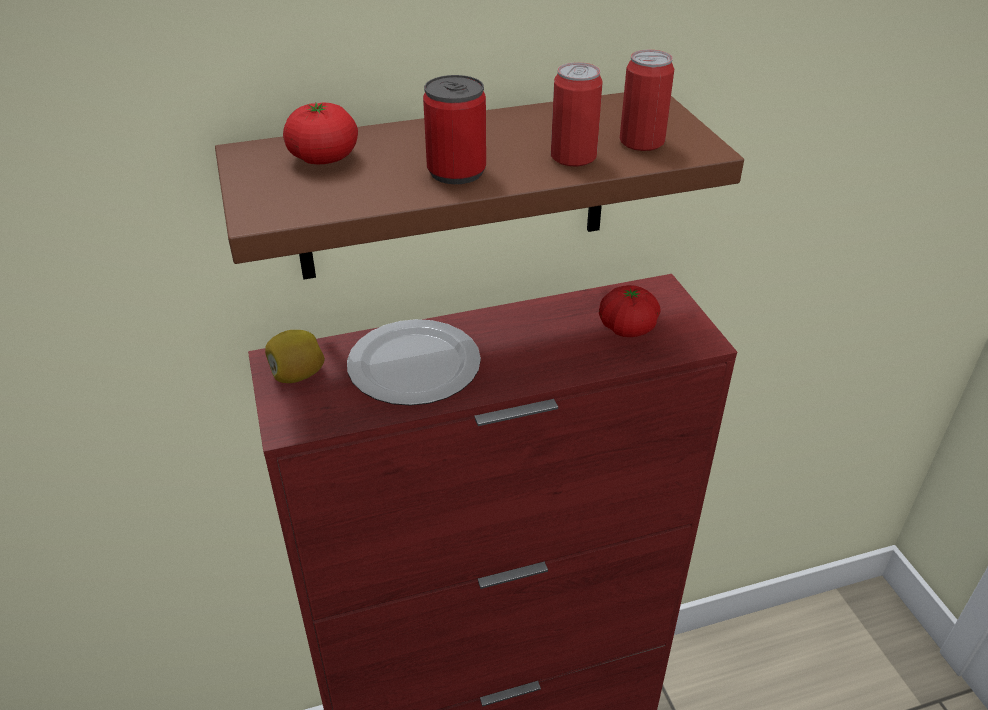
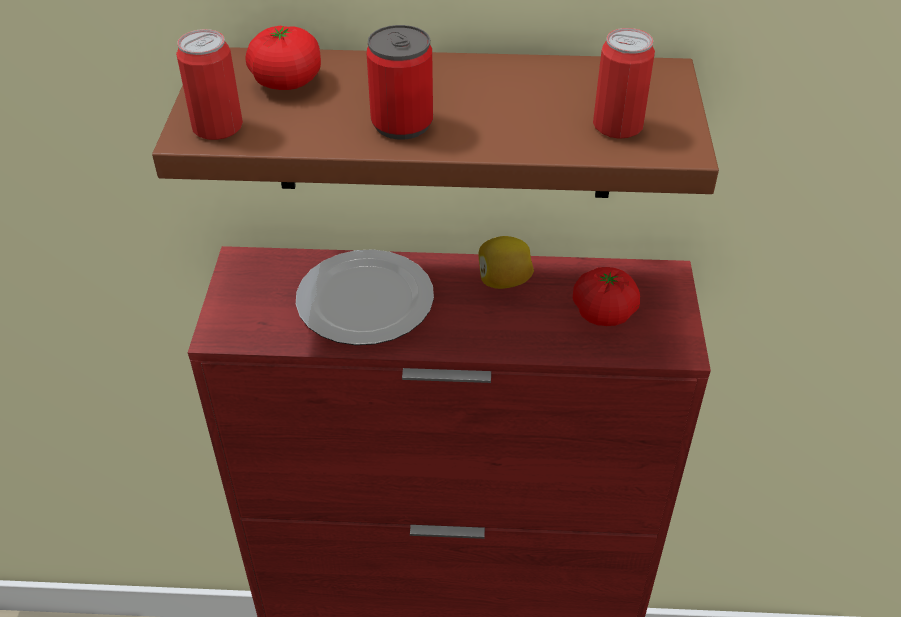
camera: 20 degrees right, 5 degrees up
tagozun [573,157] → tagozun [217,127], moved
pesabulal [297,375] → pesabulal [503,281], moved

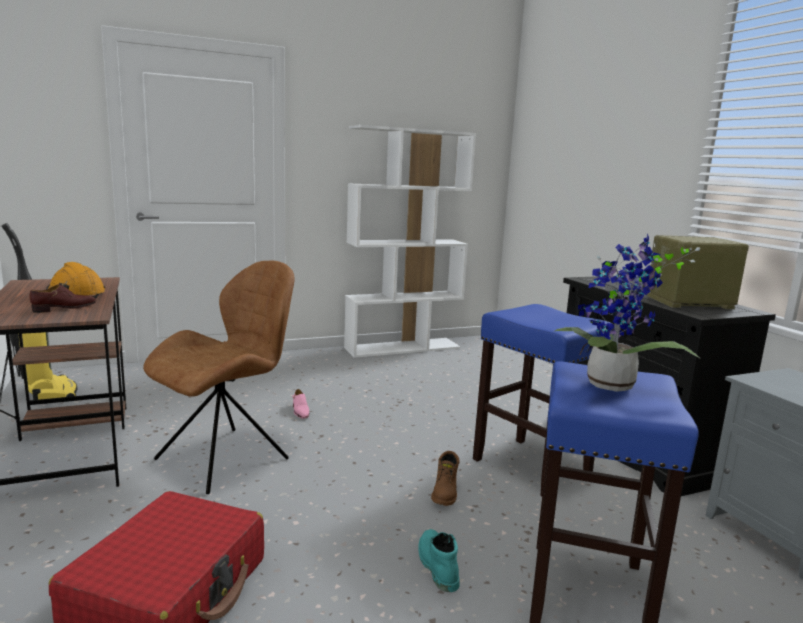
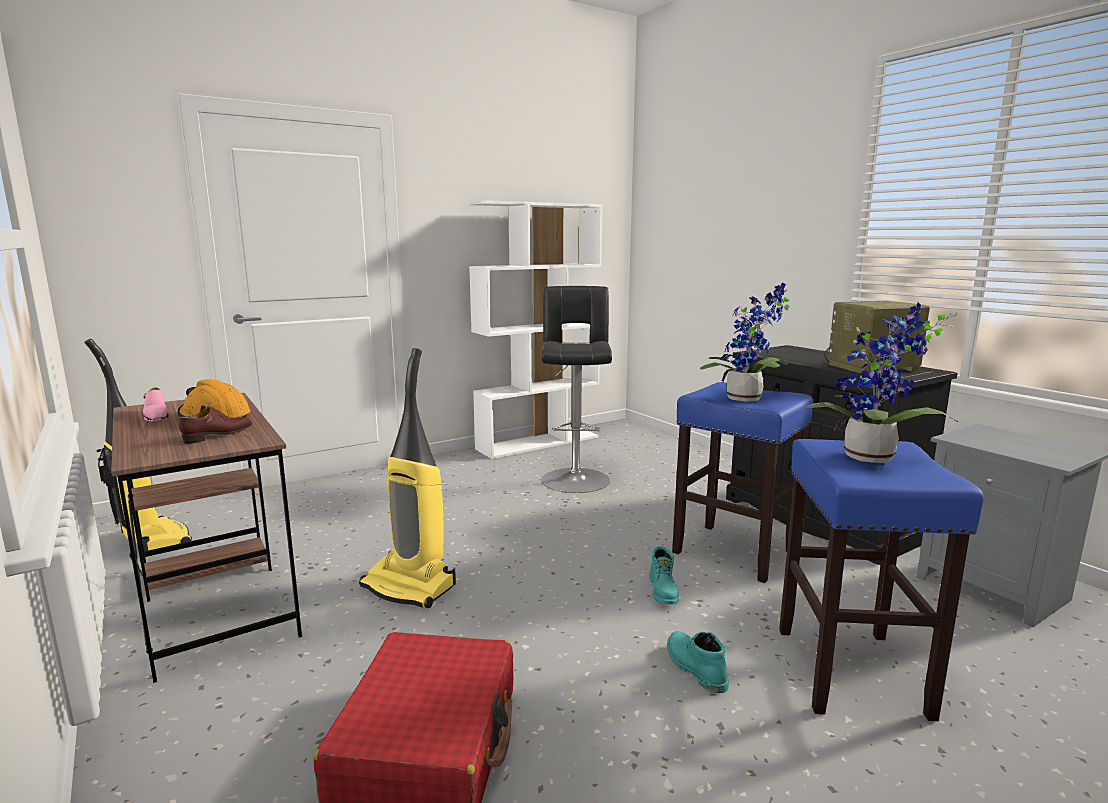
camera: 10 degrees left, 0 degrees up
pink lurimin [300,411] → pink lurimin [156,416], moved
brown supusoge [226,457] → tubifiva [410,586]
- → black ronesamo [575,478]
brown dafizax [445,492] → turquoise dafizax [663,591]
- → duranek [747,399]

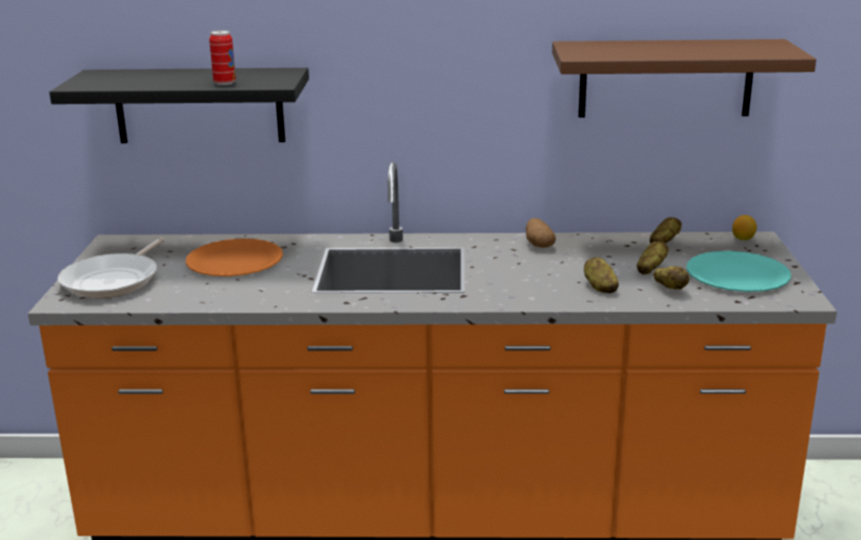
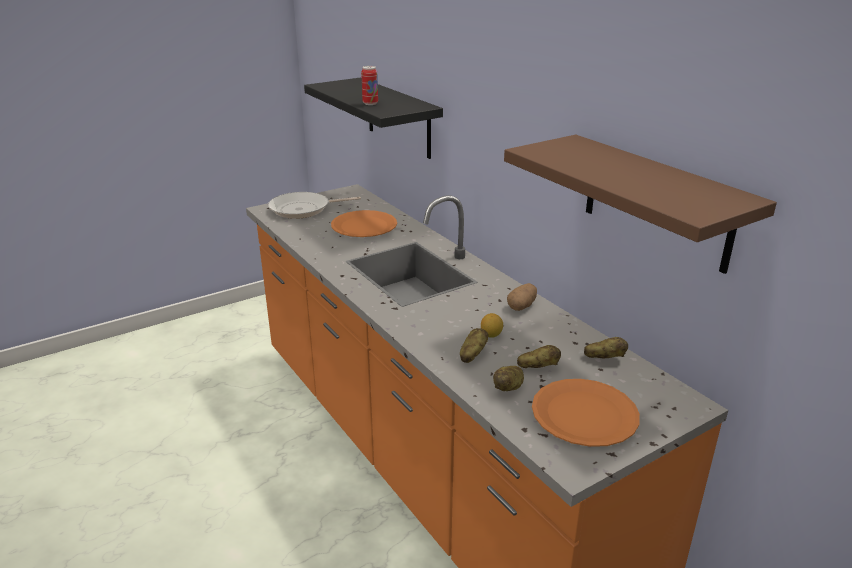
camera: 55 degrees right, 5 degrees up
pesabulal [743,239] → pesabulal [491,335], moved
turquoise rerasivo [737,275] → orange rerasivo [584,415]

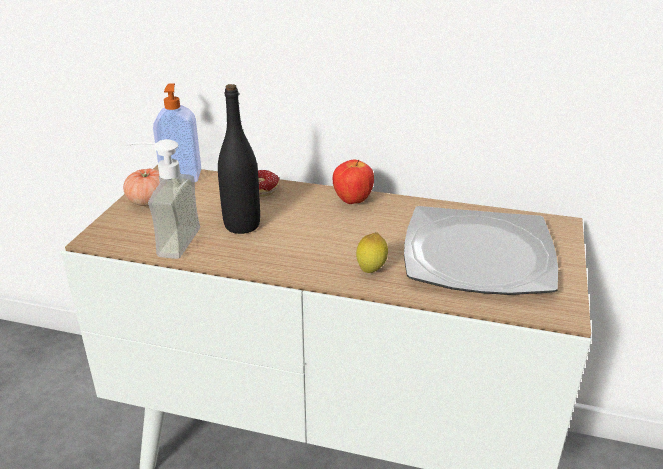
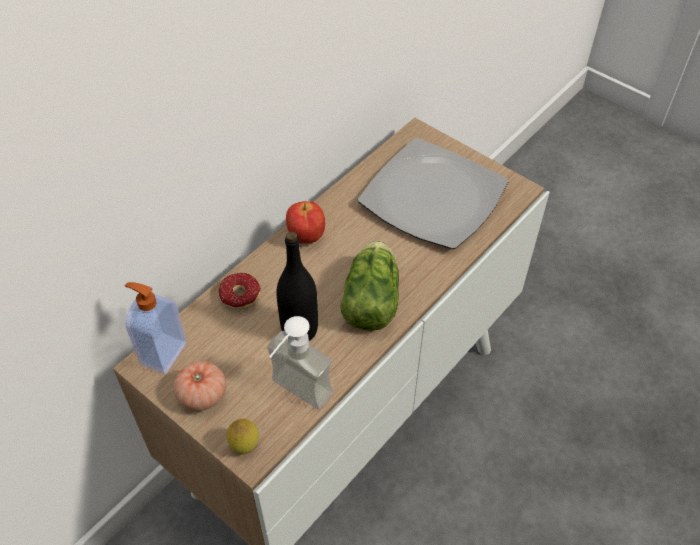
camera: 65 degrees left, 20 degrees up
pesabulal [371,271] → pesabulal [245,446], moved
- → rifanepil [372,297]

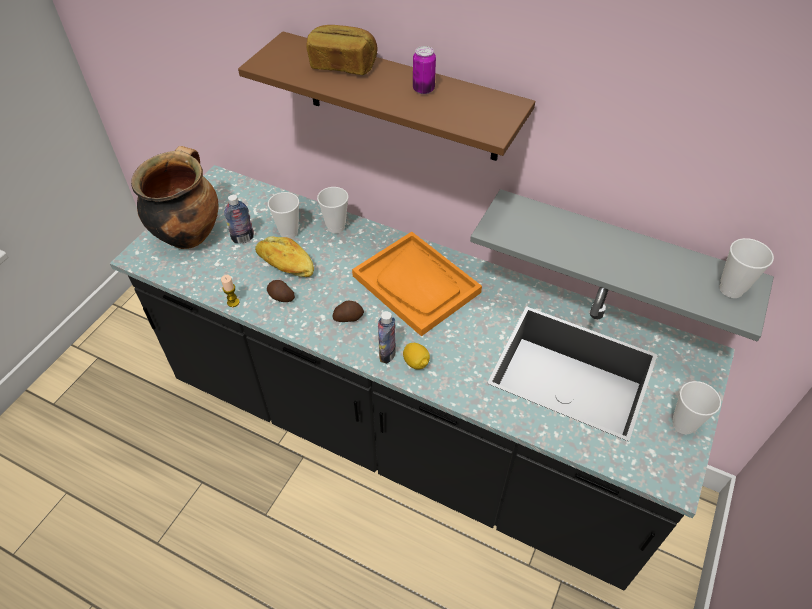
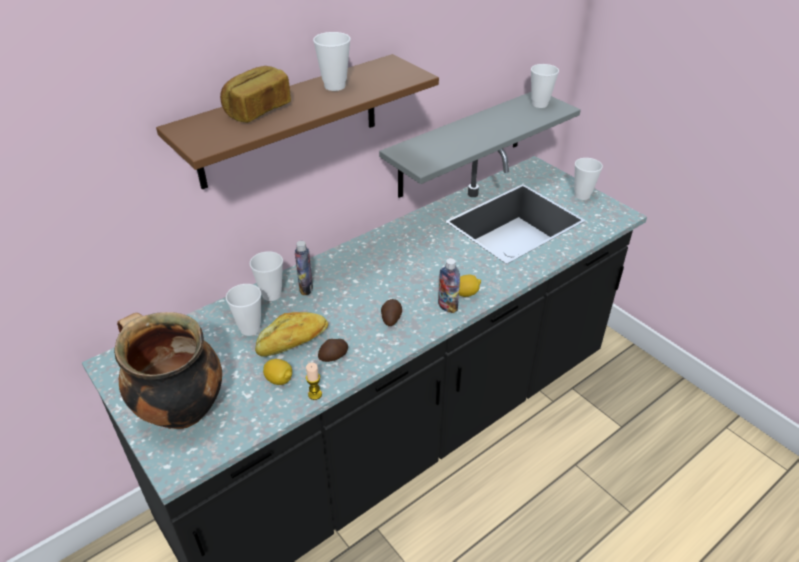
camera: 65 degrees left, 10 degrees down
- → pesabulal [279,380]
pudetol [243,238] → pudetol [306,288], moved
tagozun [423,89] → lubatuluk [335,86]
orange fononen [416,284] → -

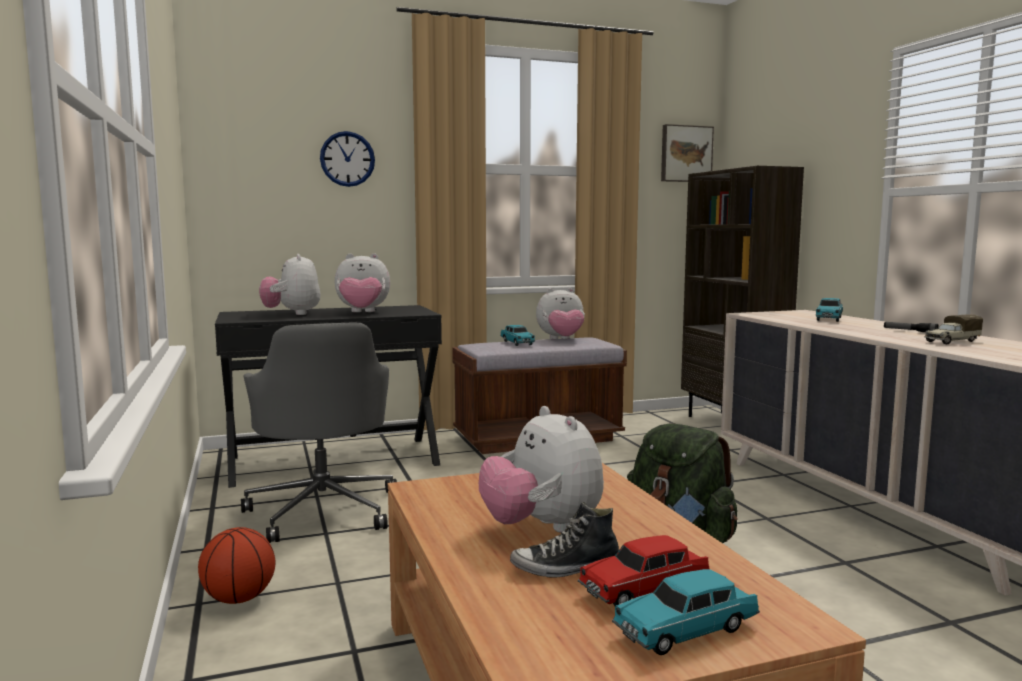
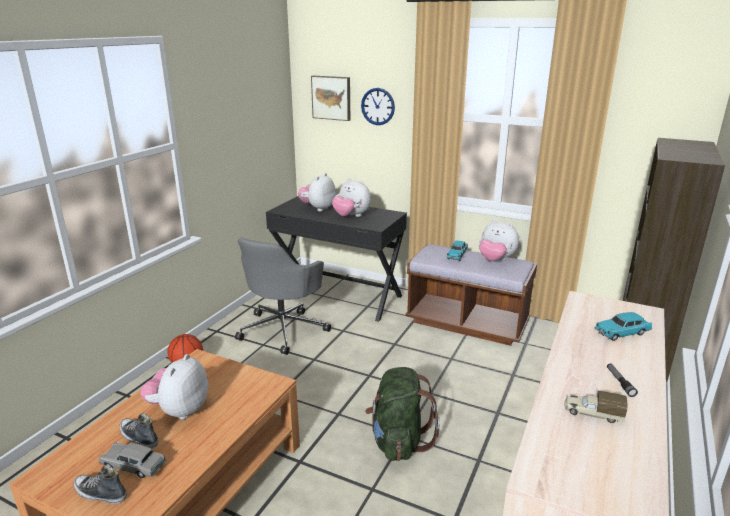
camera: 45 degrees right, 15 degrees up
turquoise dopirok [686,630] → lurimin [100,493]
red dopirok [644,589] → grey dopirok [133,466]
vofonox [685,154] → vofonox [332,97], moved

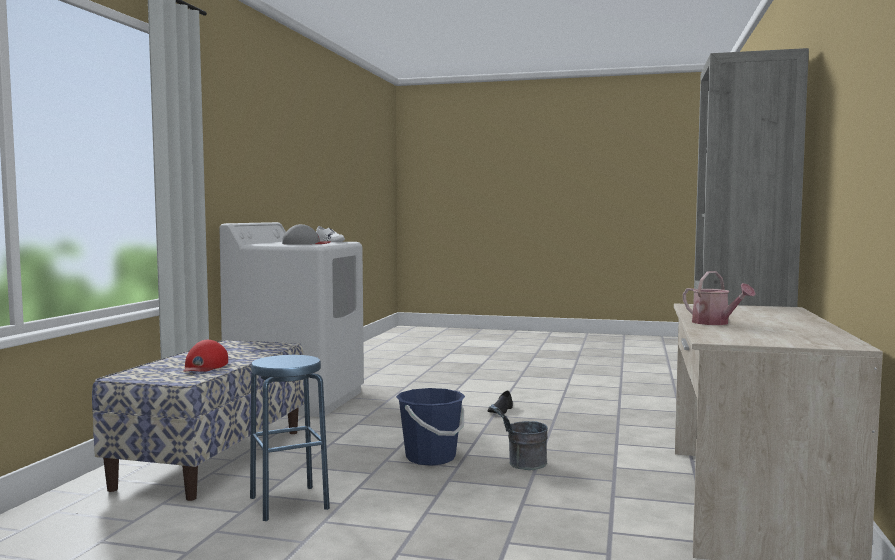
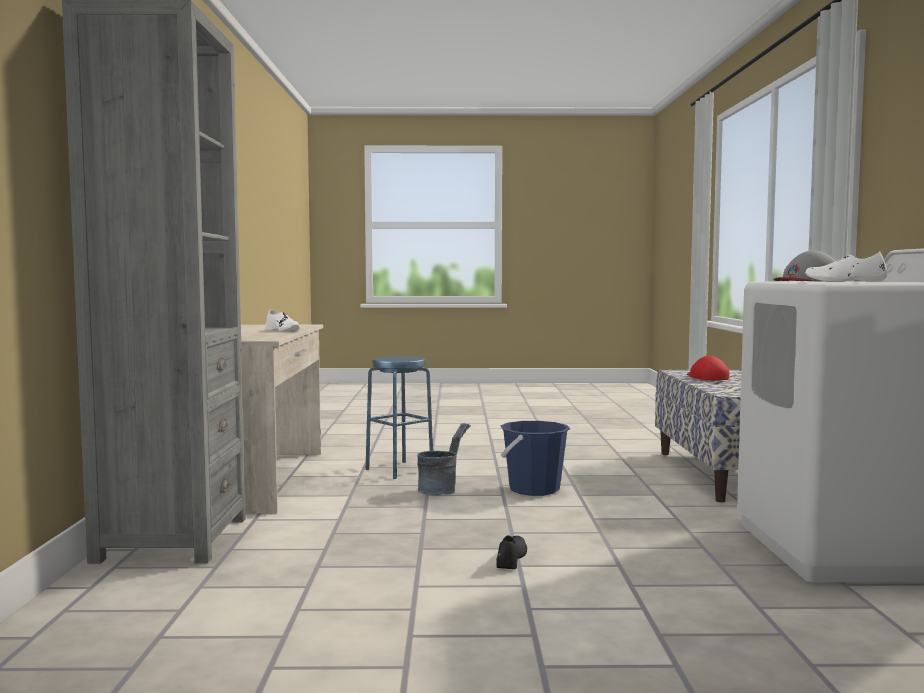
camera: 165 degrees right, 0 degrees up
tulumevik [715,323] → white lurimin [283,330]
blue ronesamo [289,503] → blue ronesamo [399,470], moved

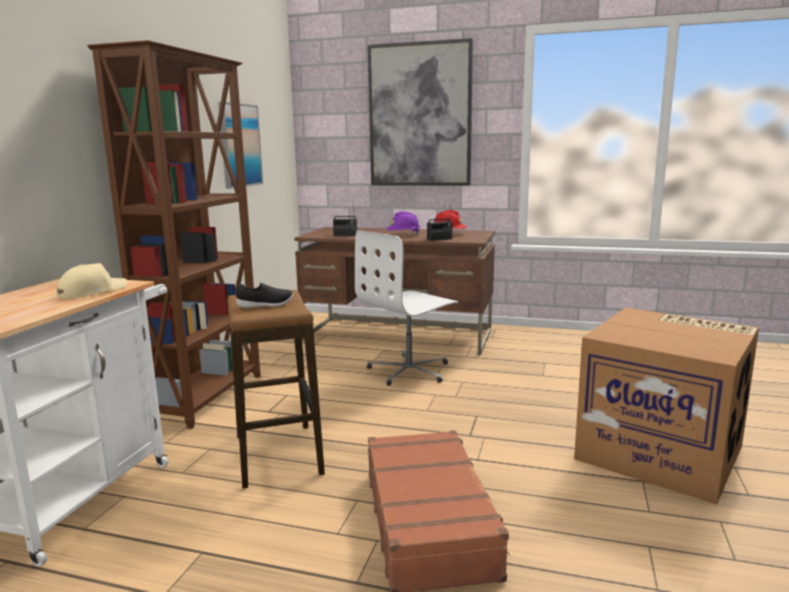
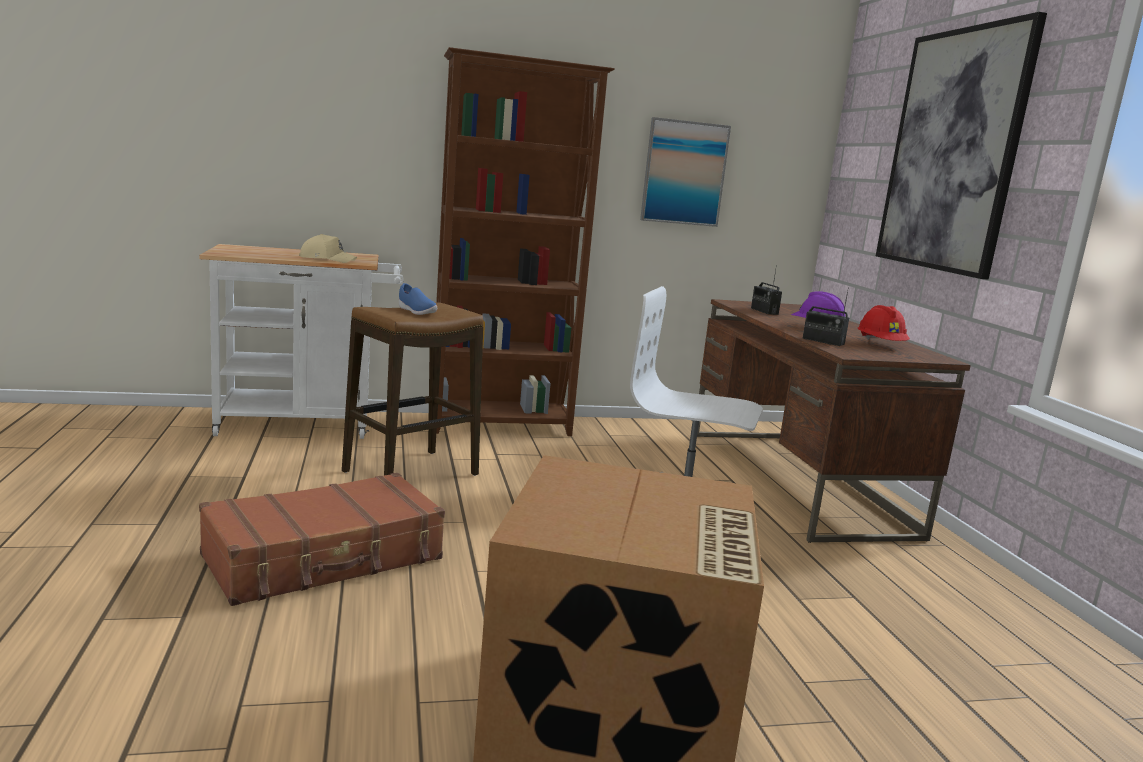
camera: 60 degrees right, 0 degrees up
black lurimin [265,305] → blue lurimin [416,311]

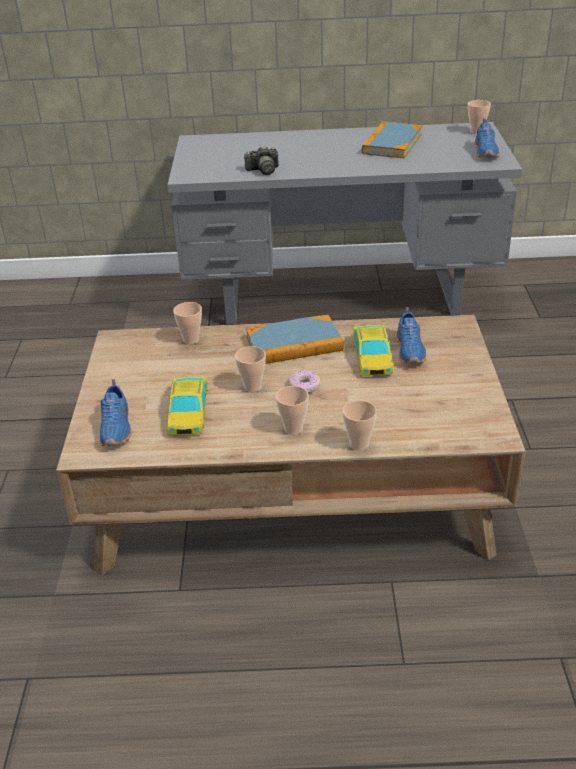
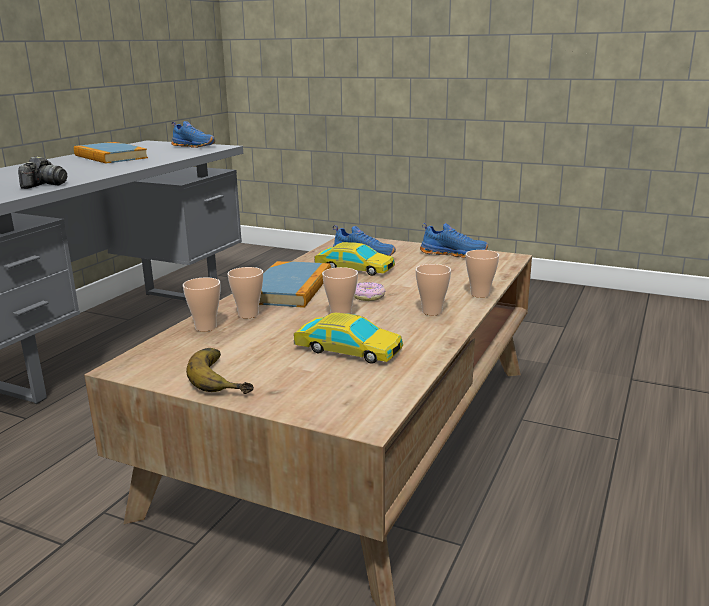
camera: 65 degrees left, 15 degrees down
- → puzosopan [226,376]
lubatuluk [476,131] → lubatuluk [248,314], moved
blue lurimin [117,428] → blue lurimin [453,254], moved

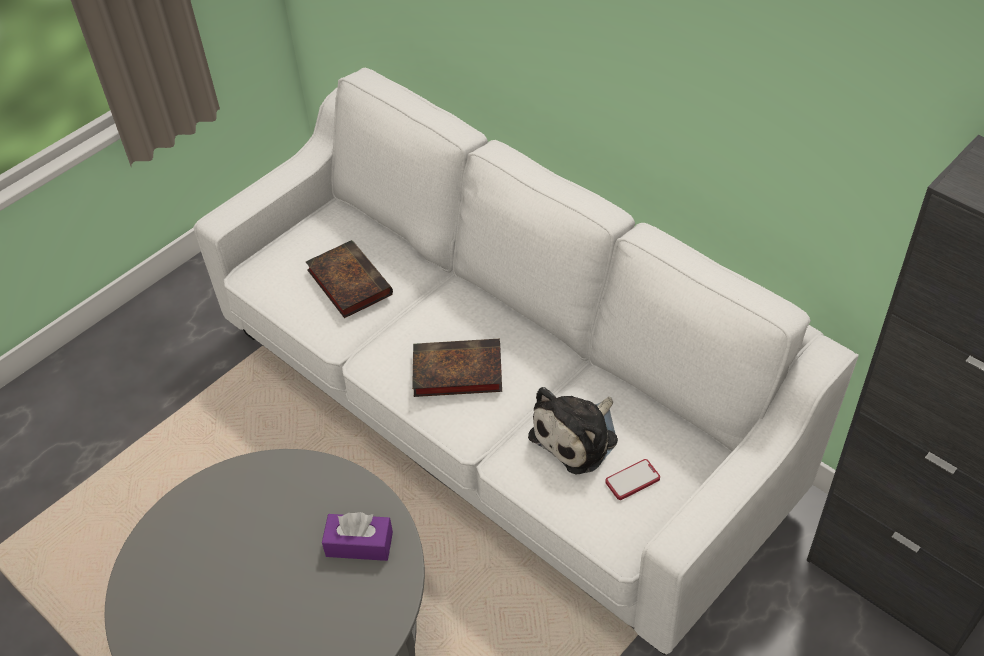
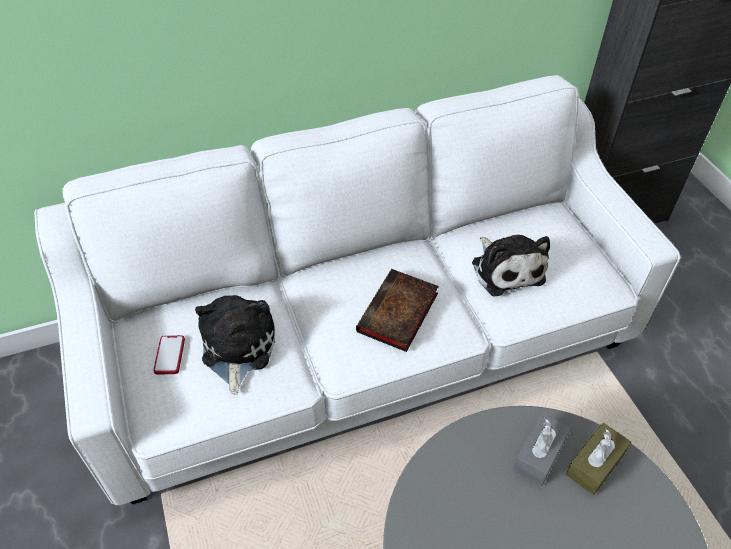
camera: 65 degrees left, 0 degrees up
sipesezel [632,480] → sipesezel [169,355], moved
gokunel [347,281] → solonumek [237,348]
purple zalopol [359,544] → grey zalopol [539,454]
- → brown zalopol [595,464]

